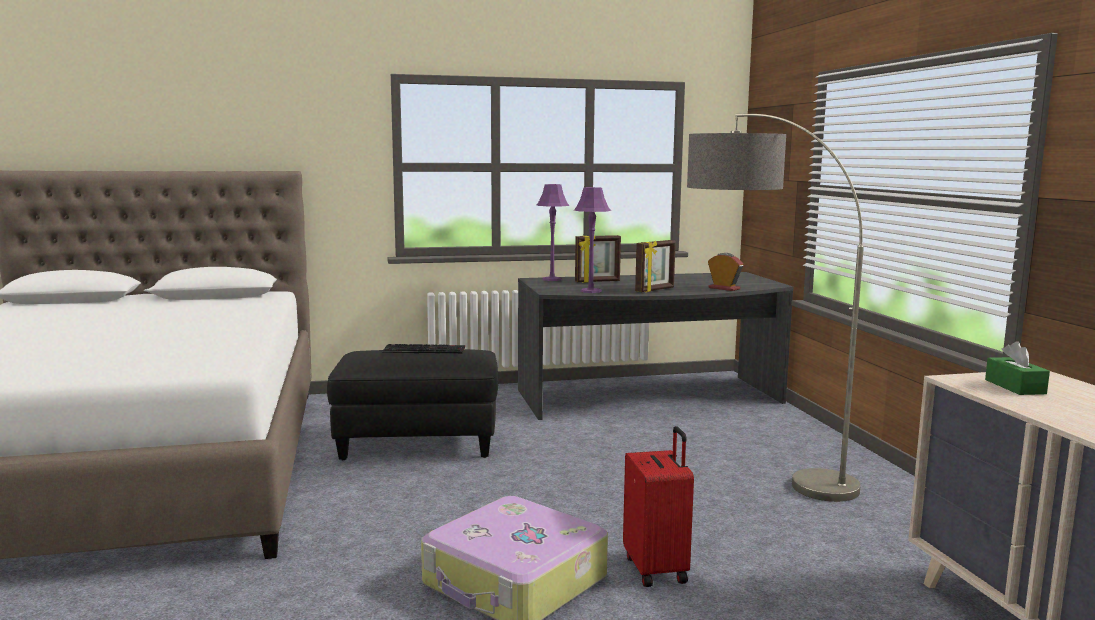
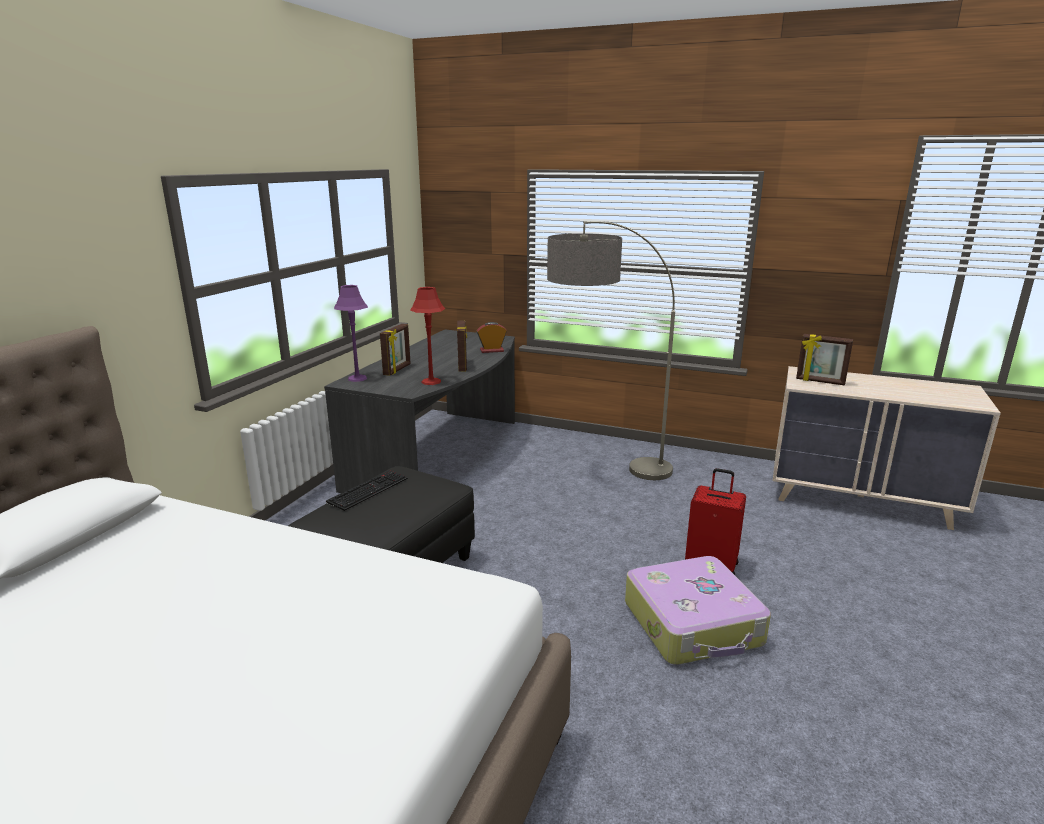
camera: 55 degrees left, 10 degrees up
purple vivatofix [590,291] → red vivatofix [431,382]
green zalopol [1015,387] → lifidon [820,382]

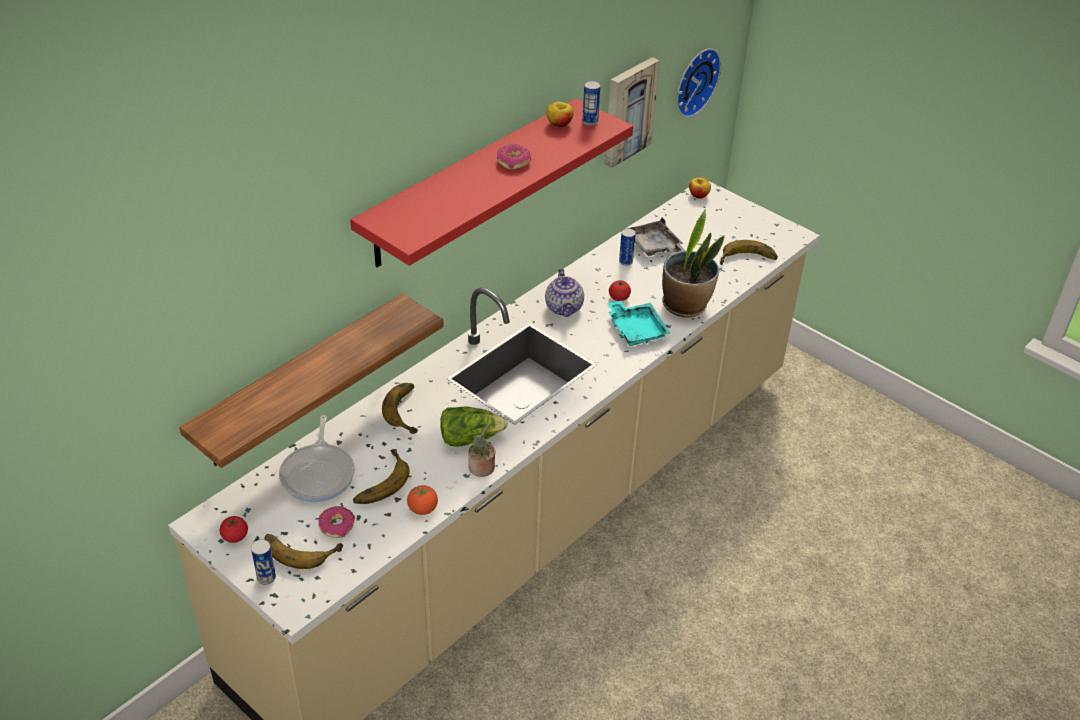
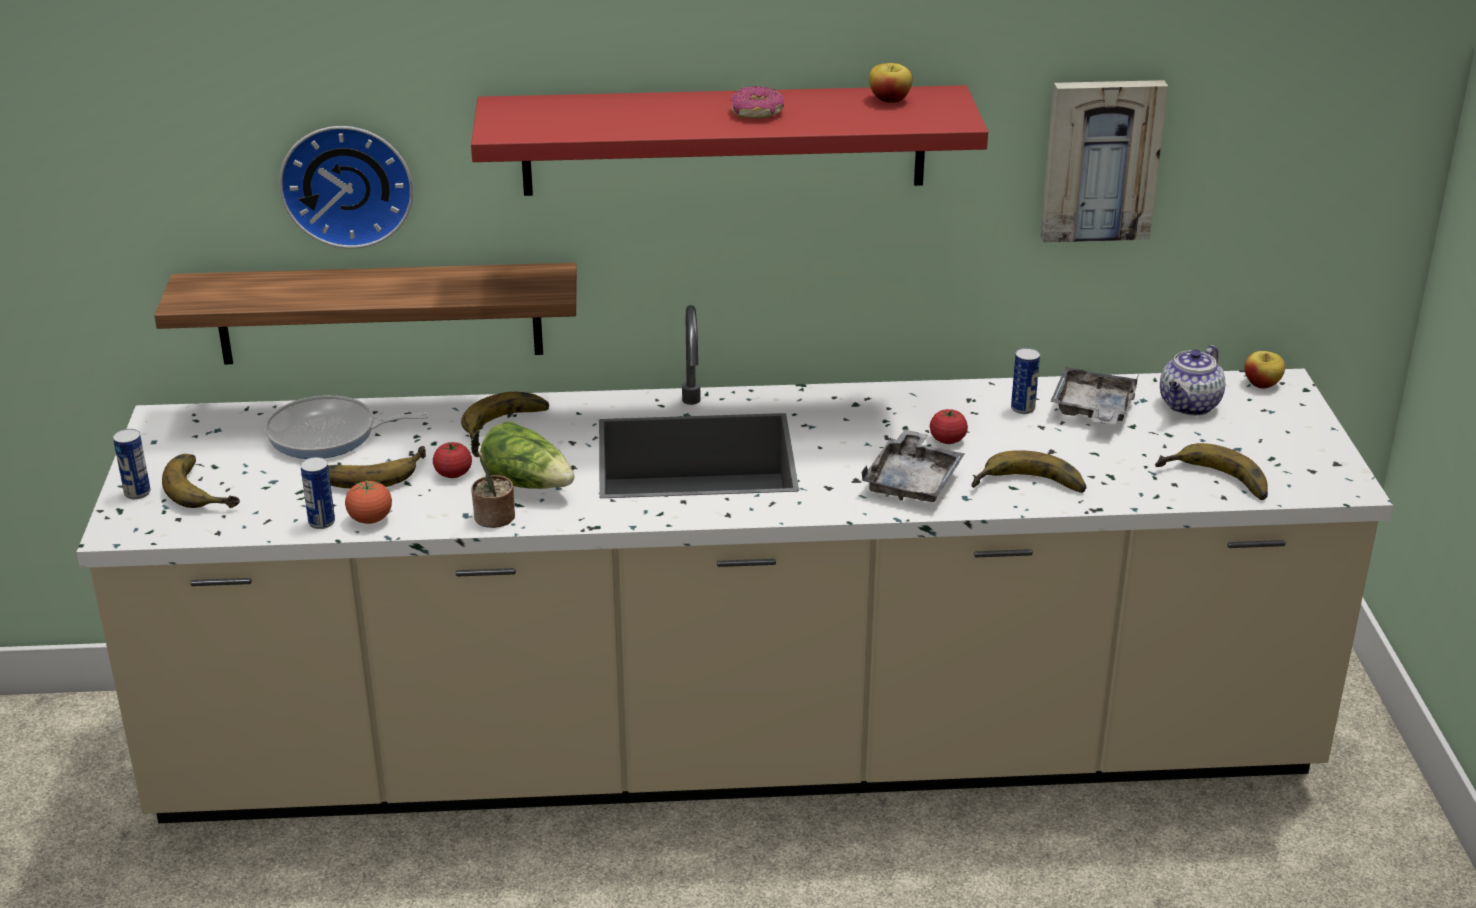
camera: 45 degrees right, 10 degrees down
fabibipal [319,473] → fabibipal [329,435], 45 degrees clockwise
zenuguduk [694,81] → zenuguduk [347,183], moved
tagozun [590,122] → tagozun [321,522], moved
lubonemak [235,536] → lubonemak [453,474], moved
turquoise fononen [636,330] → grey fononen [913,481]
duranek [685,305] → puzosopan [1029,488]
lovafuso [564,308] → lovafuso [1189,406], moved
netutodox [337,526] → -

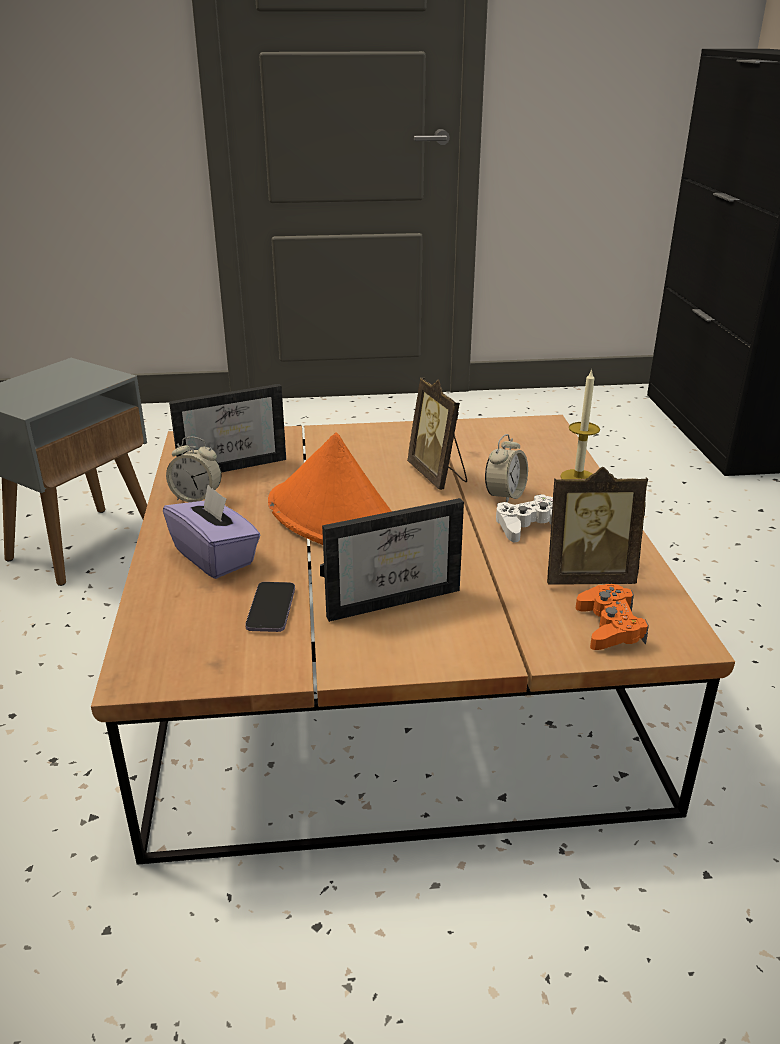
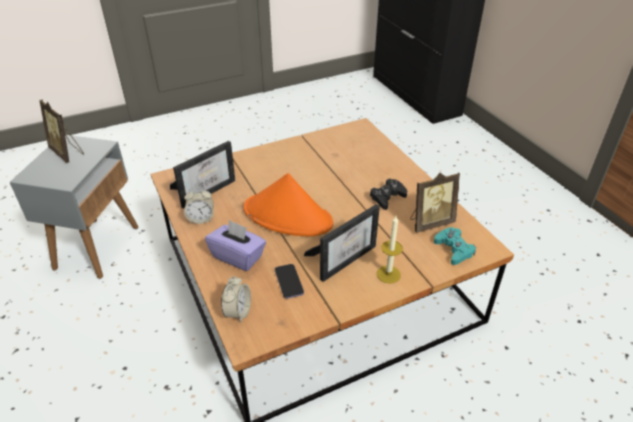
camera: 20 degrees left, 10 degrees up
lifidon [438,475] → lifidon [67,153], moved
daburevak [505,496] → daburevak [238,312], moved
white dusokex [528,526] → black dusokex [387,197]
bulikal [578,477] → bulikal [388,274], moved
orange dusokex [609,627] → turquoise dusokex [454,249]

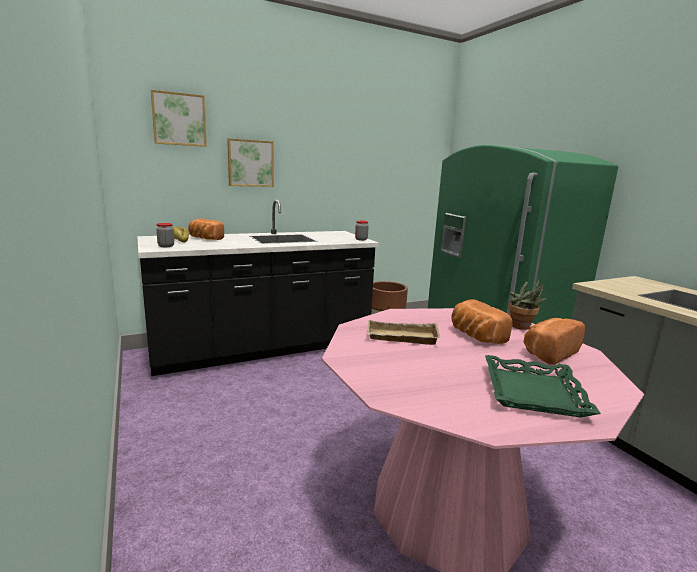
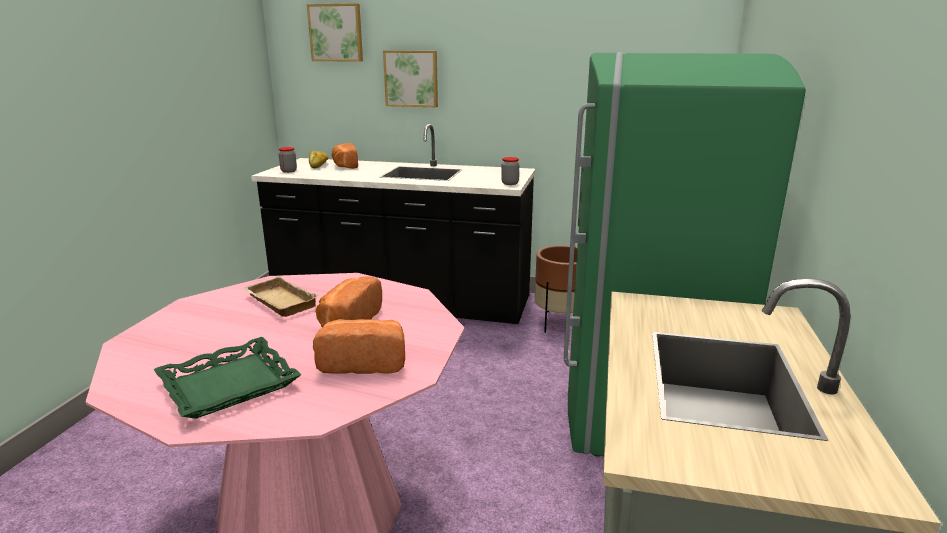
camera: 40 degrees right, 5 degrees up
duranek [522,327] → -

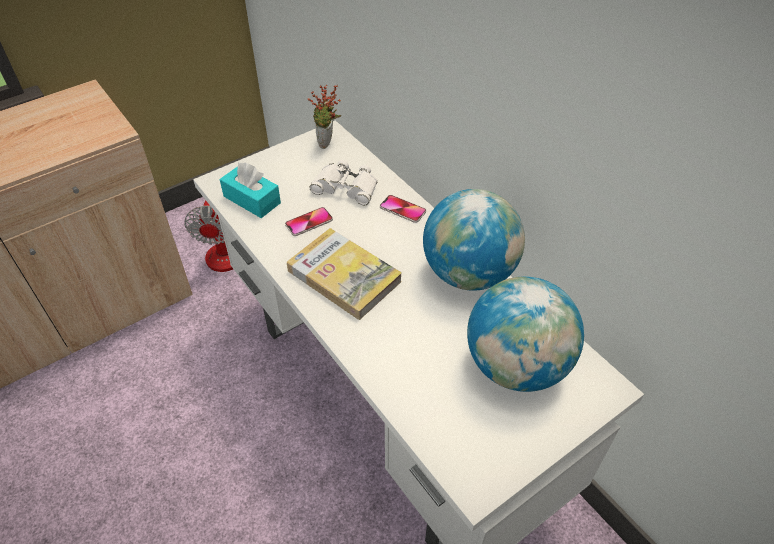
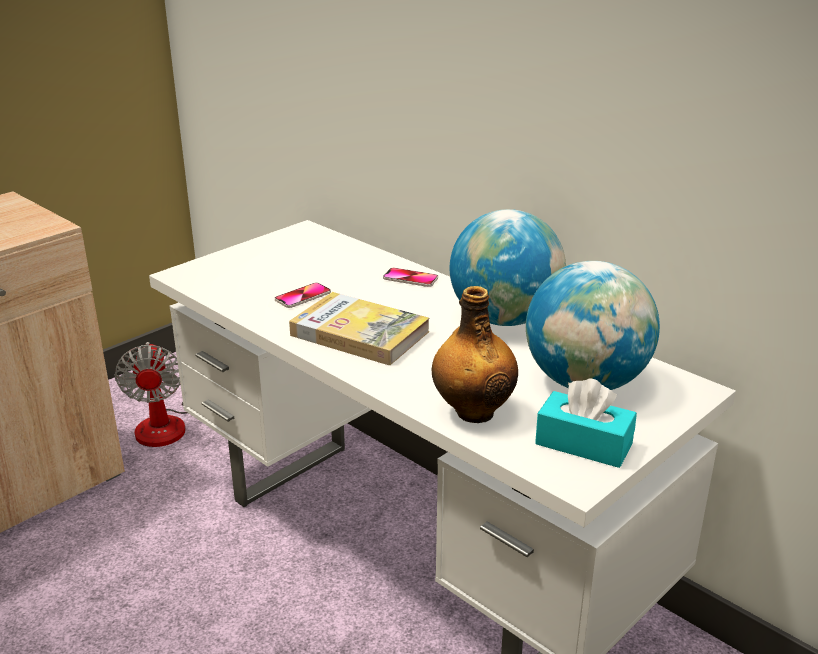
camera: 10 degrees left, 20 degrees down
- → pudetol [473,411]
turquoise zalopol [252,200] → turquoise zalopol [583,444], moved
duranek [327,143] → -
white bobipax [346,187] → -

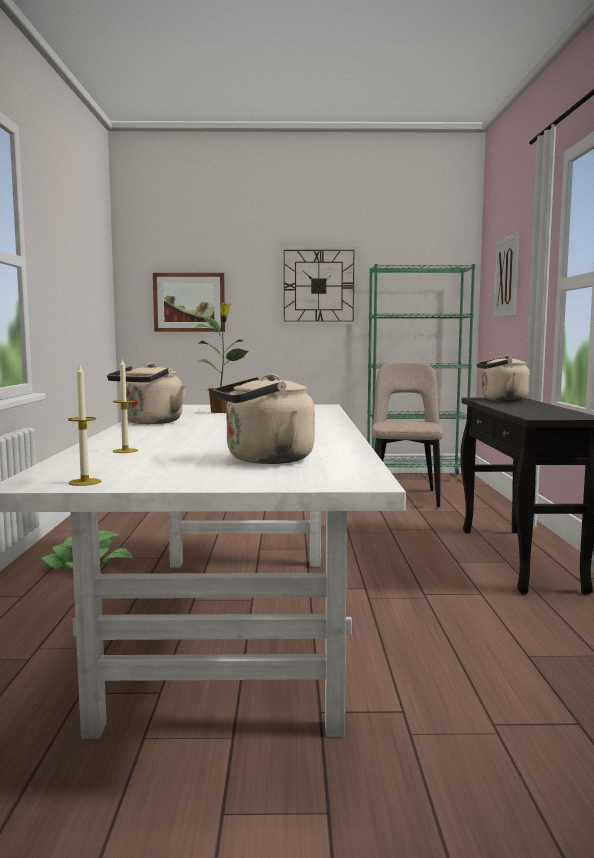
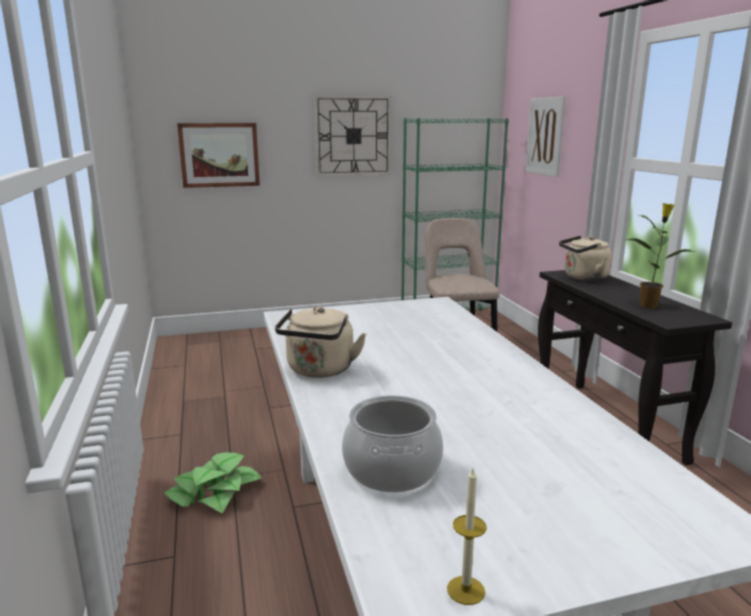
camera: 15 degrees left, 10 degrees up
bulikal [125,451] → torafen [393,469]
duranek [221,412] → duranek [649,305], moved
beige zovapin [264,460] → -

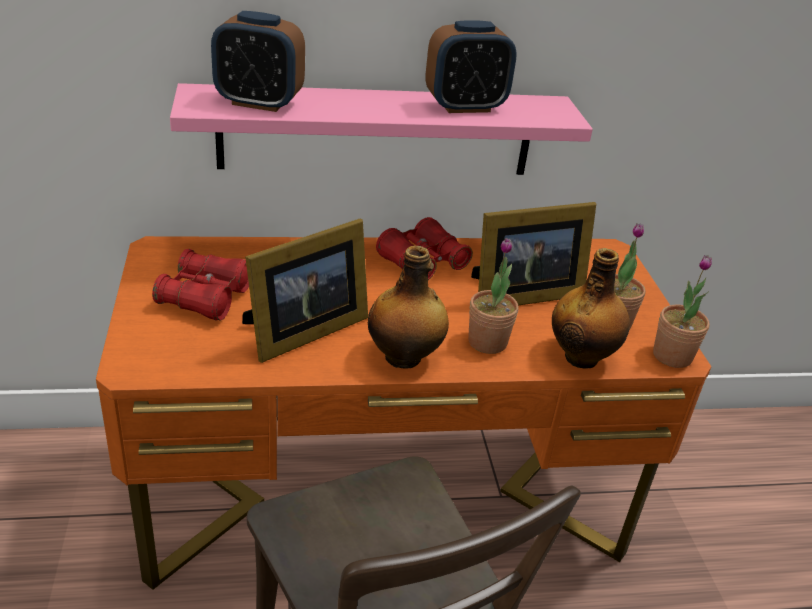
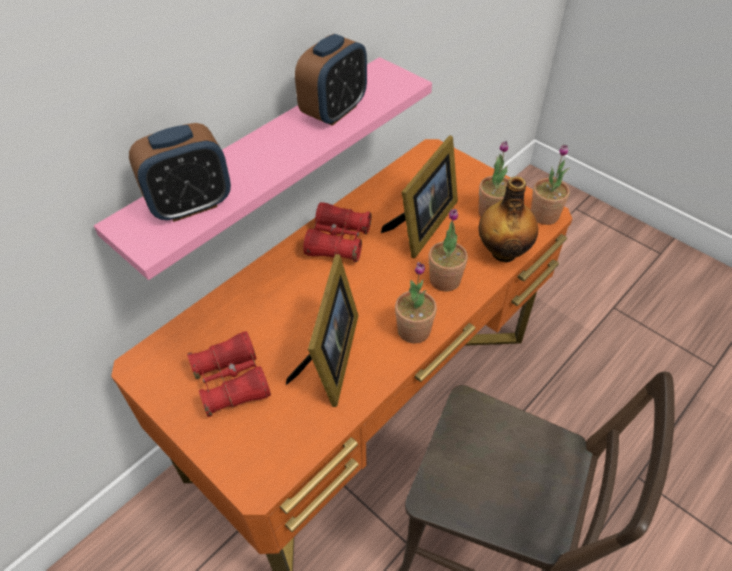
camera: 35 degrees left, 15 degrees up
pudetol [404,357] → duranek [414,330]

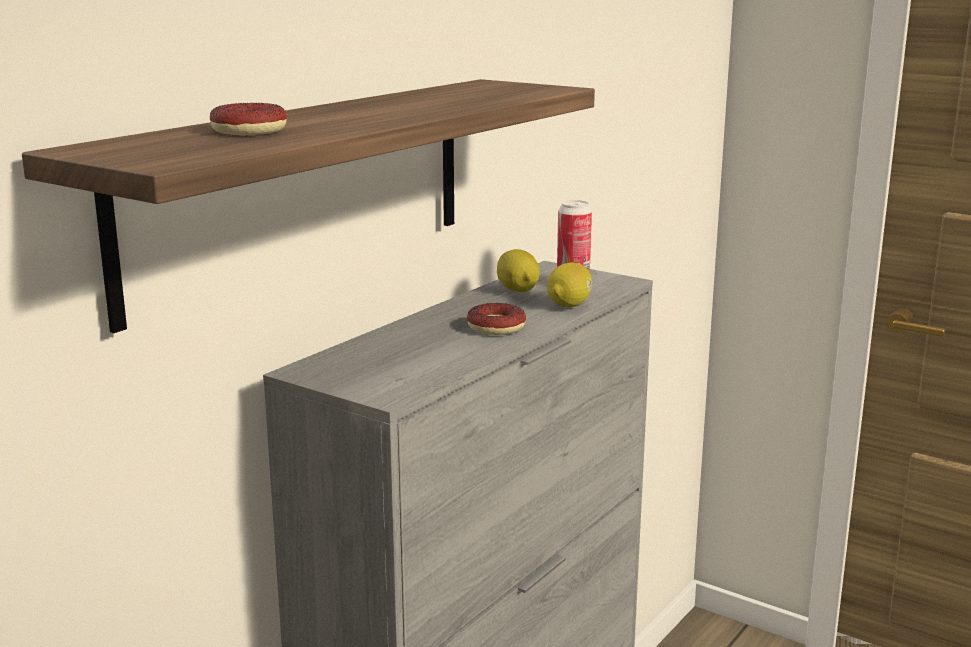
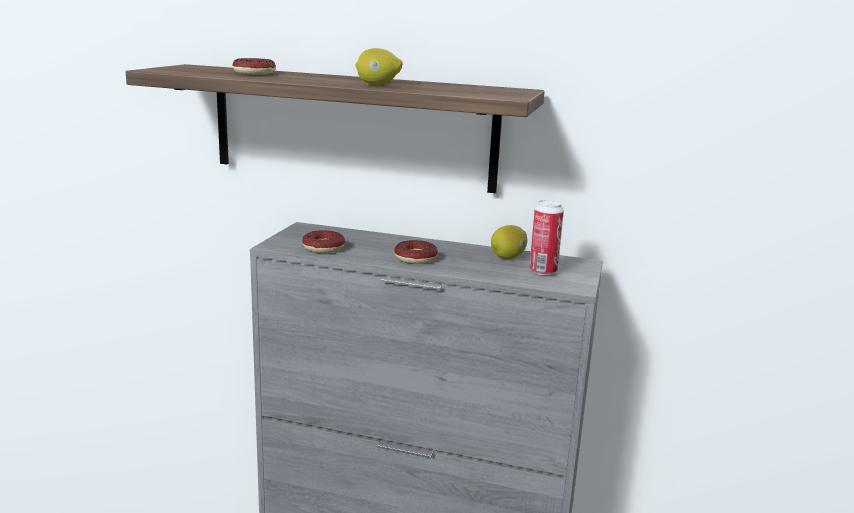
camera: 70 degrees right, 0 degrees up
- → netutodox [323,247]
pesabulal [570,305] → pesabulal [377,84], moved

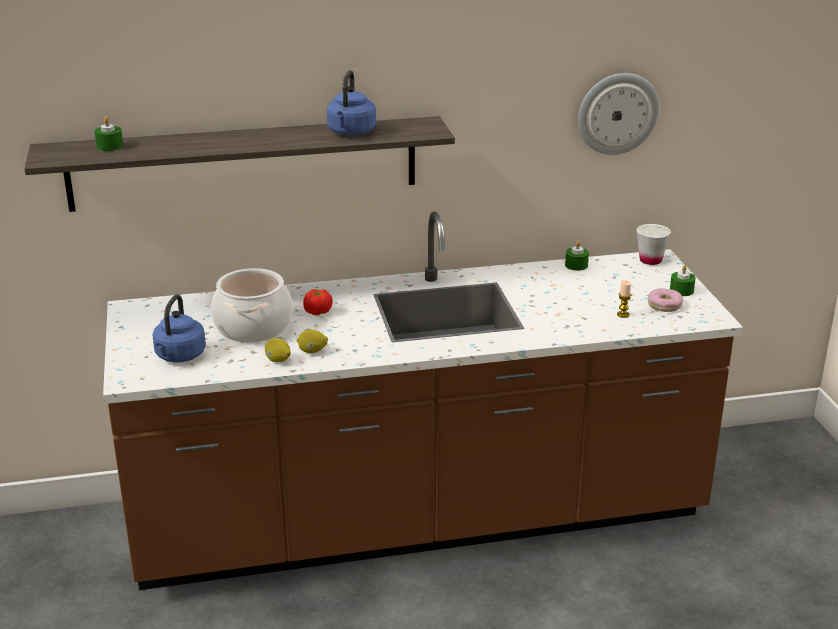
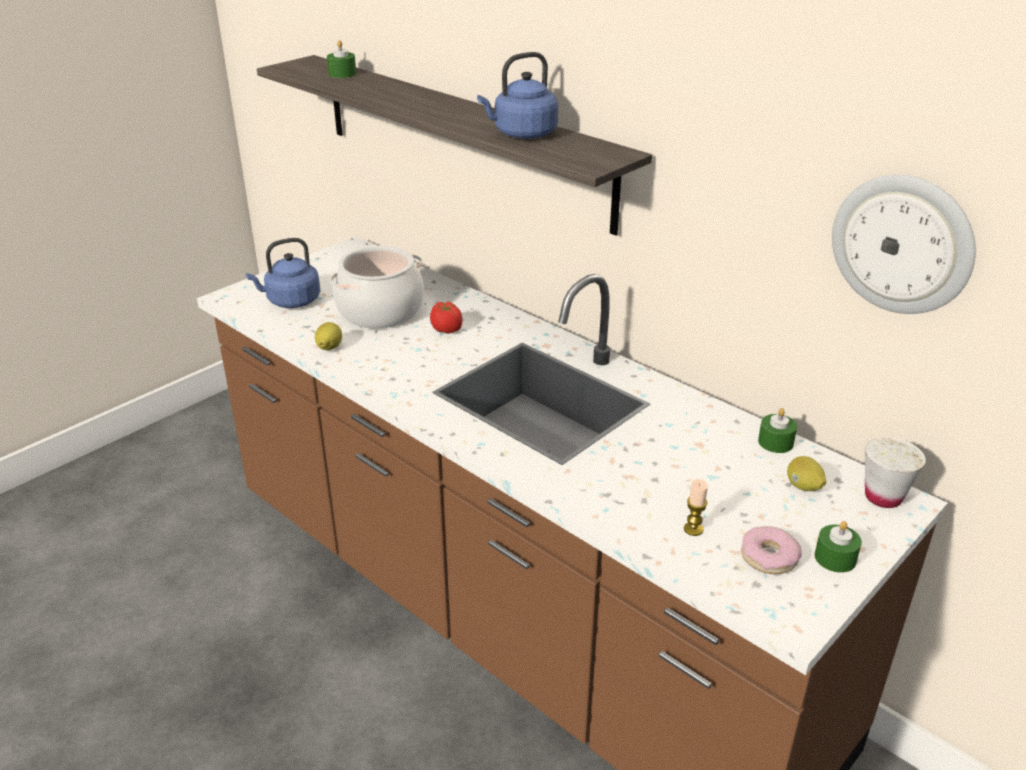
camera: 55 degrees right, 5 degrees up
pesabulal [312,351] → pesabulal [803,487], moved

